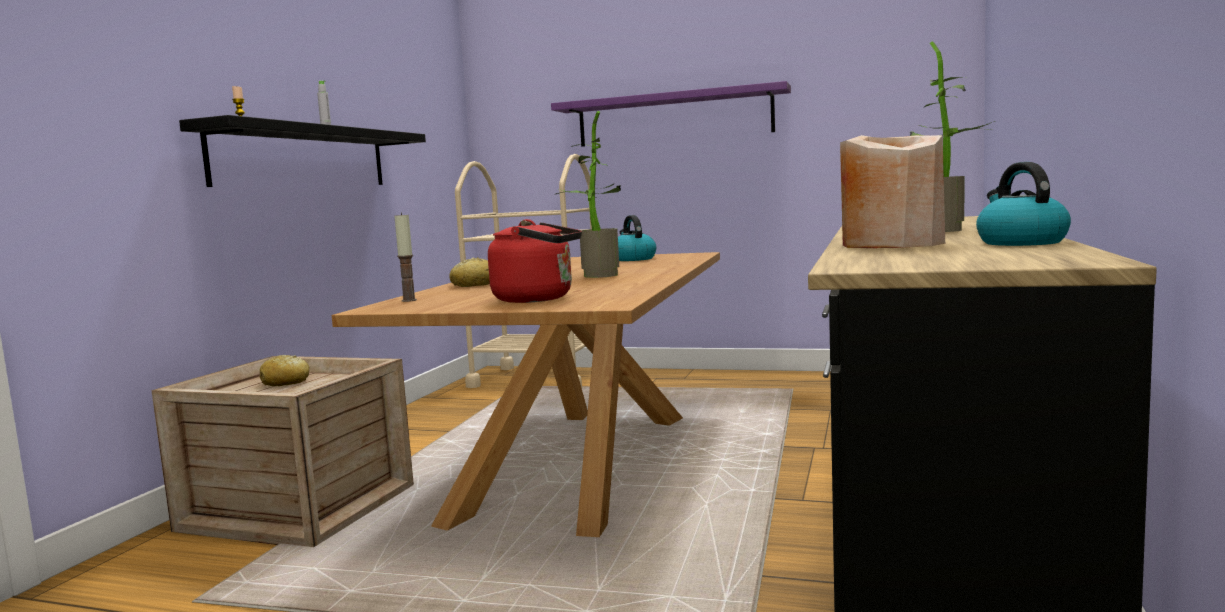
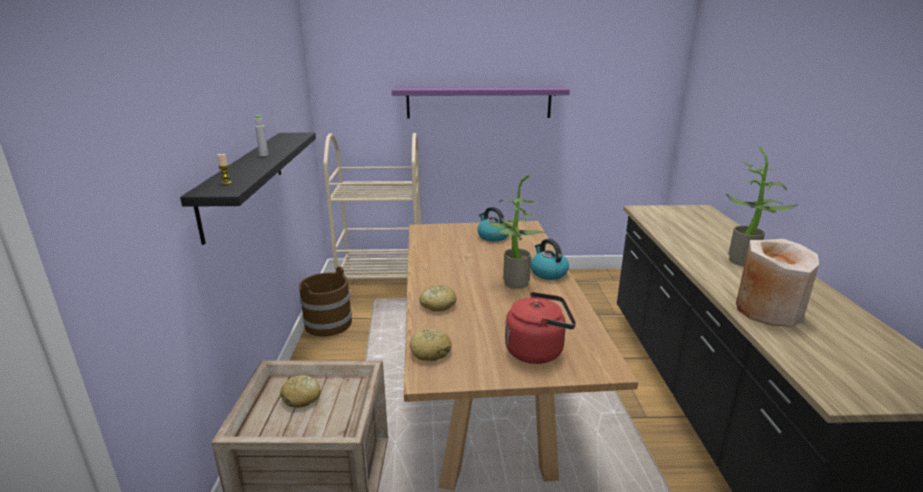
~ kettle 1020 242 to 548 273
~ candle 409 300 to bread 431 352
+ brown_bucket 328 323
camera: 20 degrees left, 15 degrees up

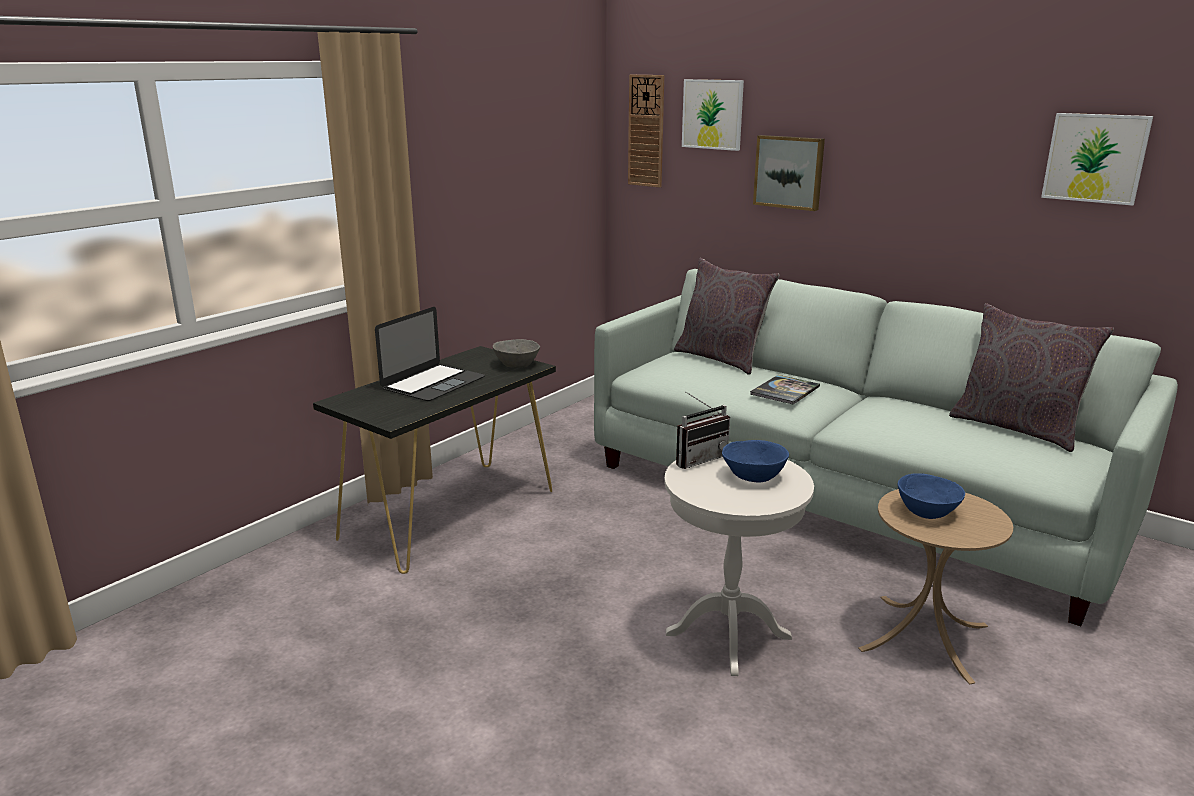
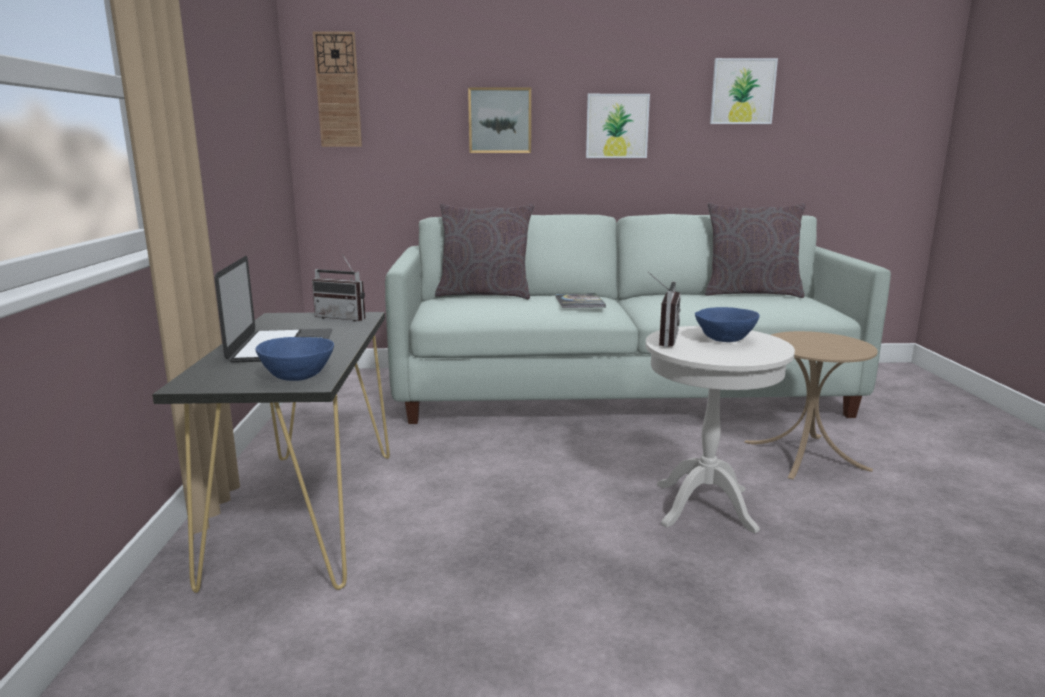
~ picture 712 114 to 617 126
~ grey_bowl 517 365 to radio 344 317
~ blue_bowl 927 512 to 298 376
camera: 40 degrees left, 5 degrees down

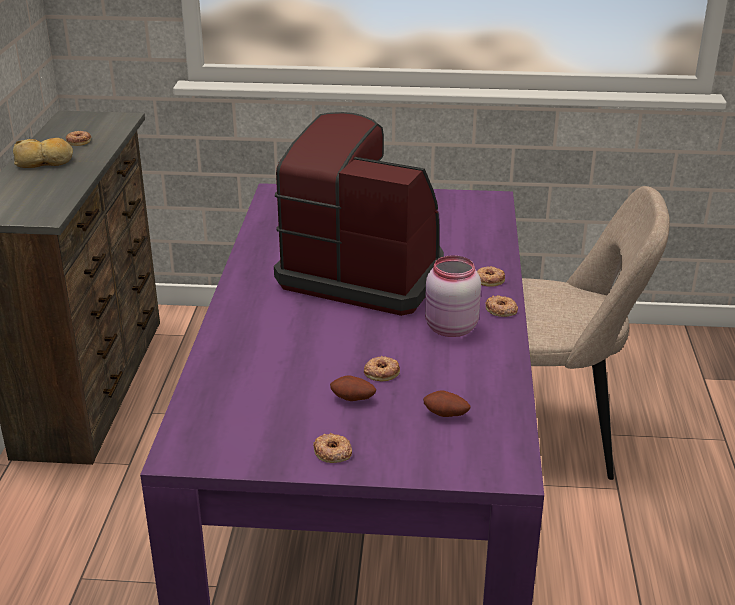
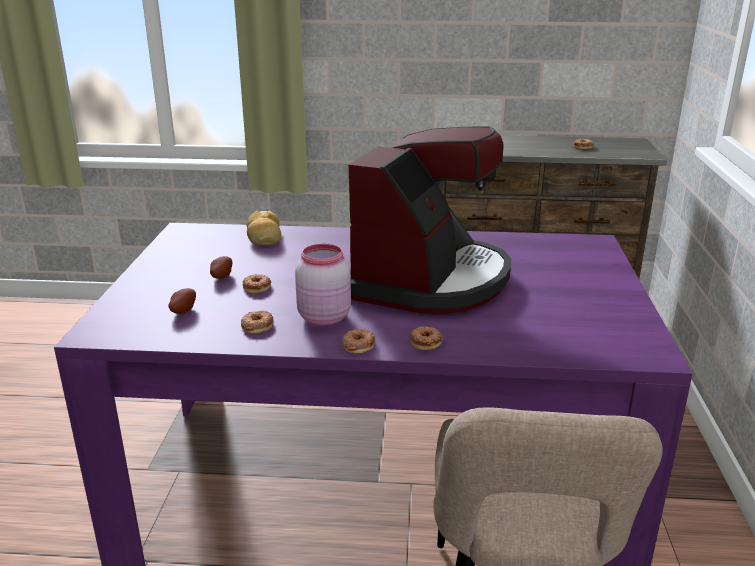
~ bread 44 162 to 264 237
~ donut 332 452 to 257 325
camera: 90 degrees right, 5 degrees down

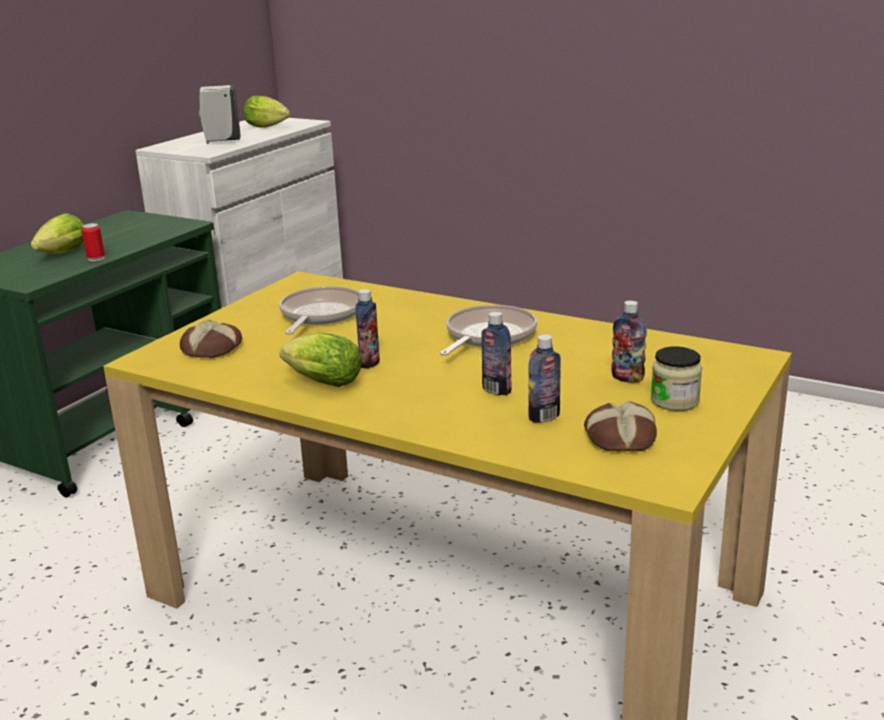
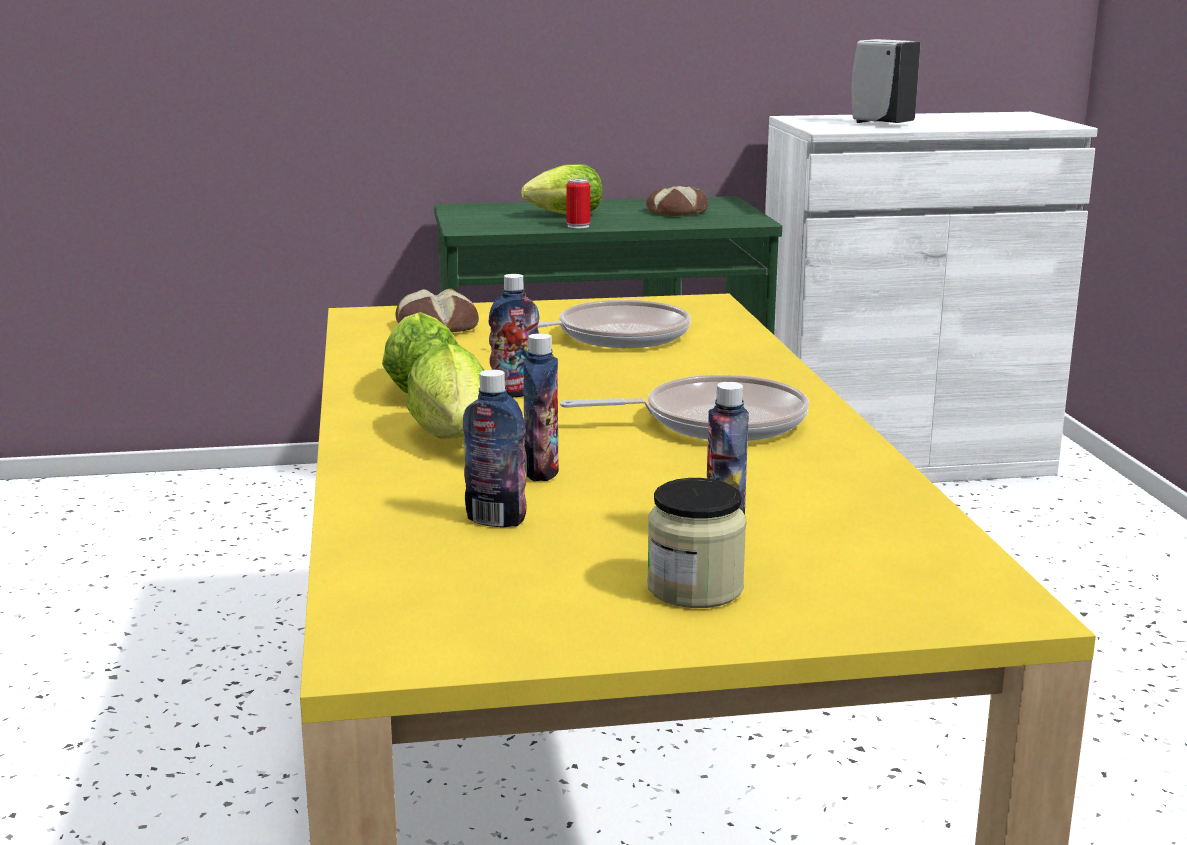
~ lettuce 269 127 to 454 439
~ bread 619 437 to 676 211
camera: 50 degrees right, 5 degrees down

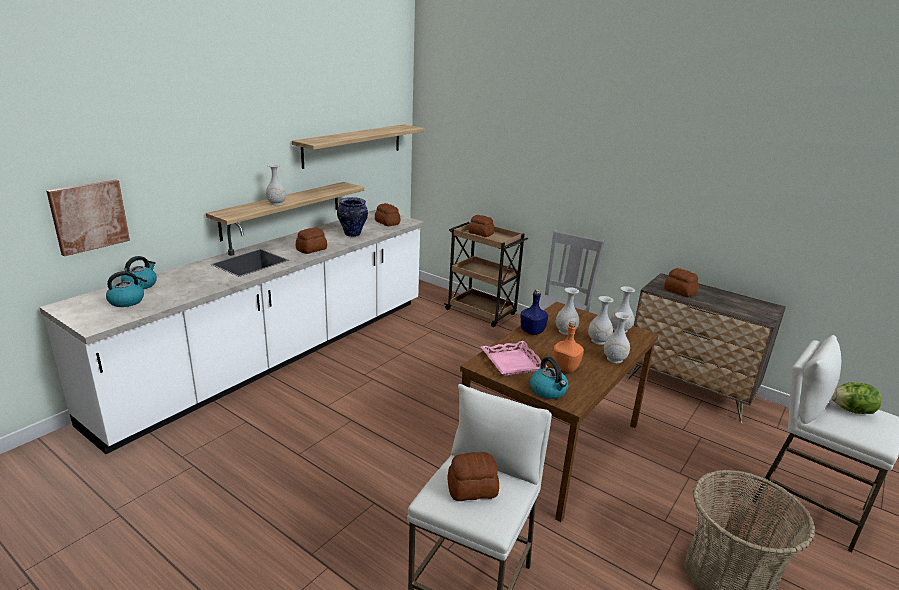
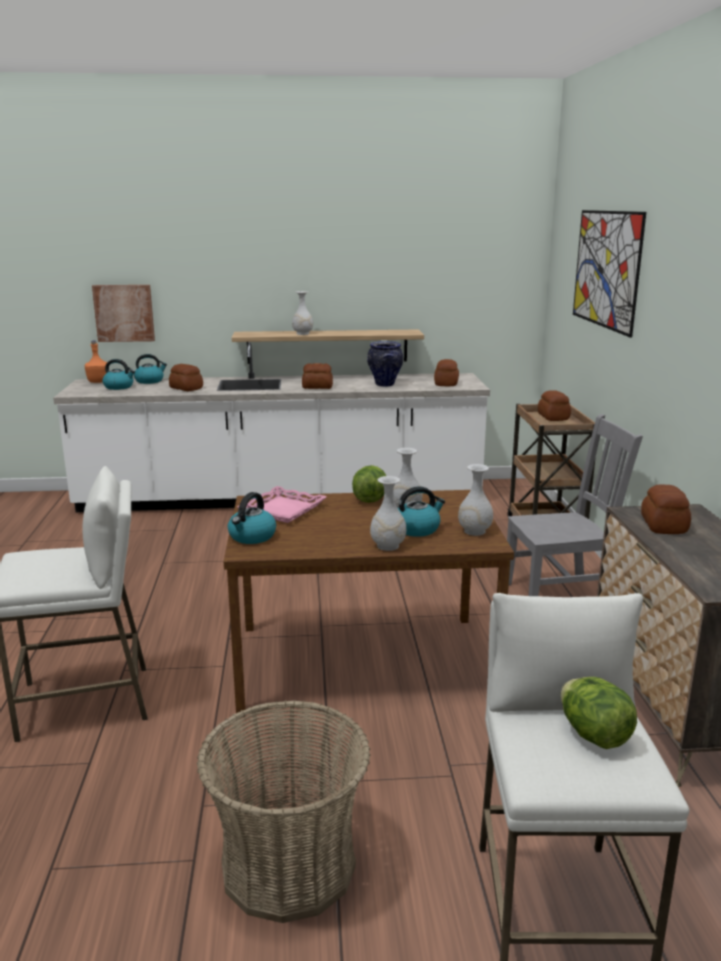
- shelf 353 145
~ blue_bottle 532 331 to lettuce 370 499
~ white_vase 598 341 to kettle 417 529
~ orange_bottle 565 367 to 98 381
~ bread 473 489 to 186 388
+ picture 606 269
camera: 50 degrees right, 5 degrees down

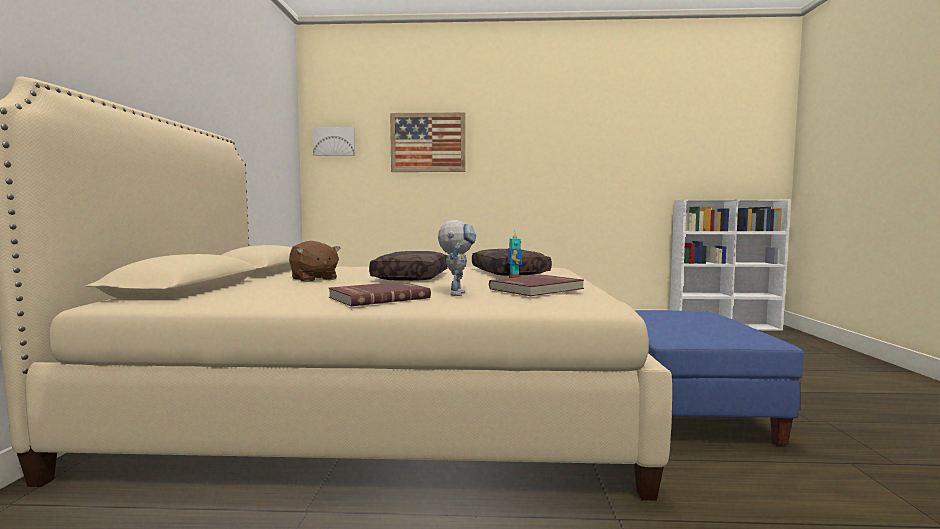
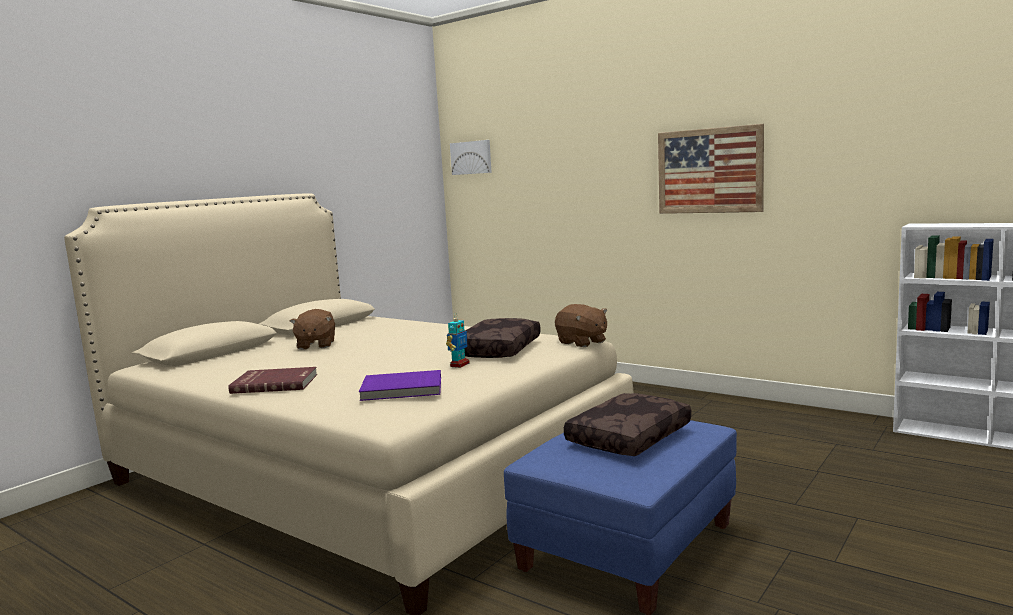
~ picture 428 142 to 709 171
- toy_robot 457 293
~ brown_pillow 410 277 to 628 437
~ red_book 537 289 to purple_book 402 389
+ brown_plush_toy 582 342
camera: 35 degrees right, 5 degrees up

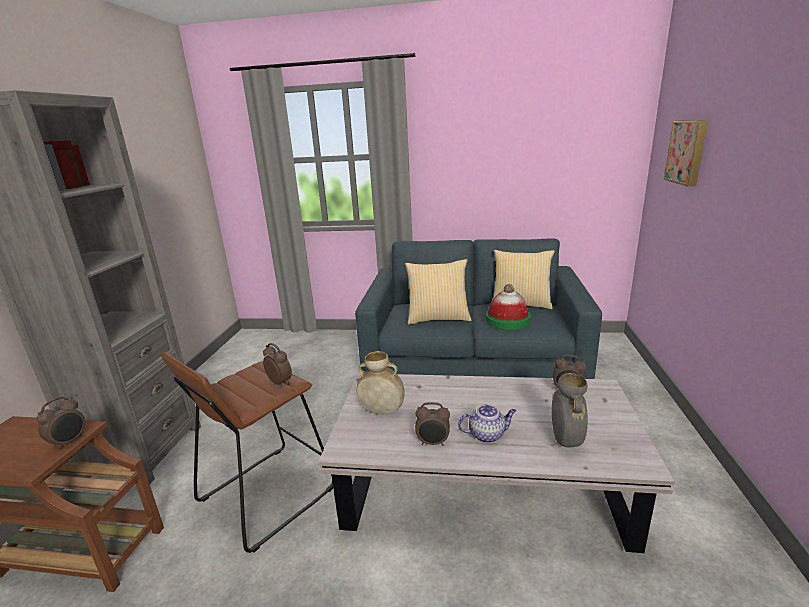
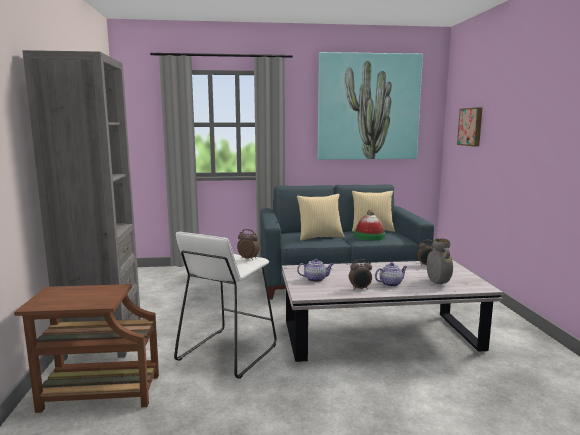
~ beige_vase 382 411 to teapot 315 279
~ brown_stool 266 494 to white_stool 227 352
- alarm_clock 70 442
+ picture 368 107
camera: 15 degrees left, 10 degrees down

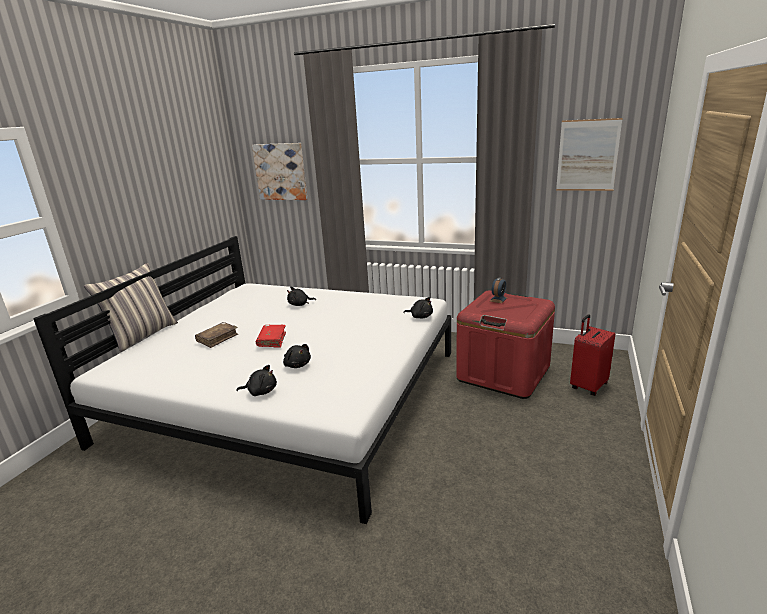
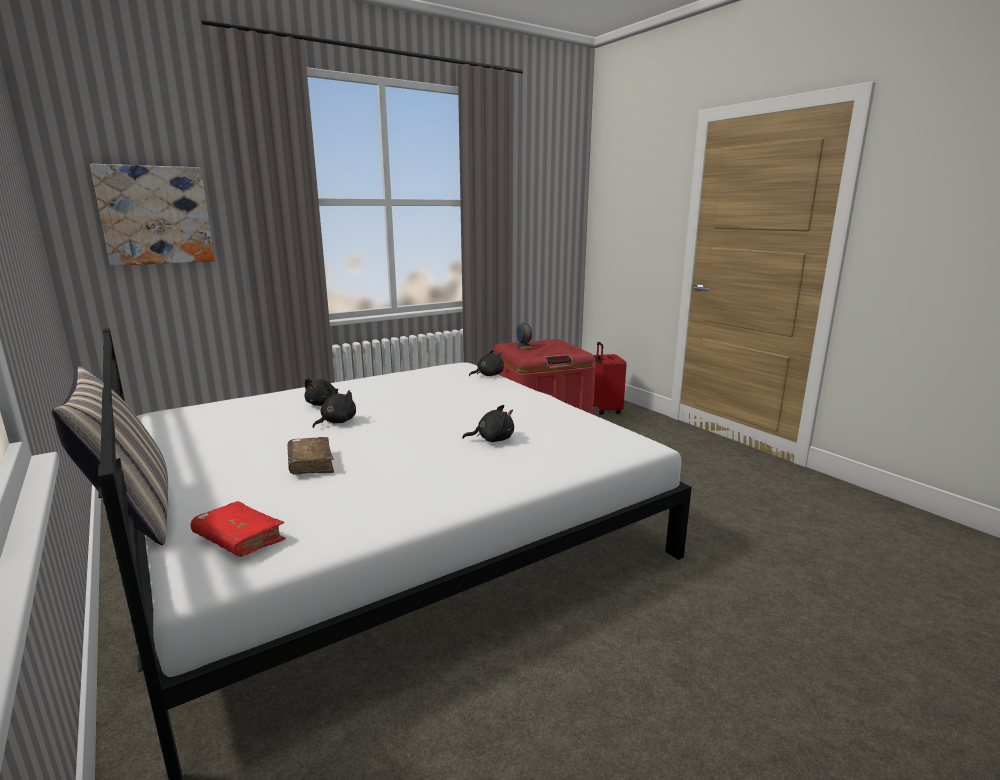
- picture 587 155
~ red_book 272 340 to 239 539
~ black_plush_toy 261 391 to 336 422
camera: 55 degrees left, 5 degrees down

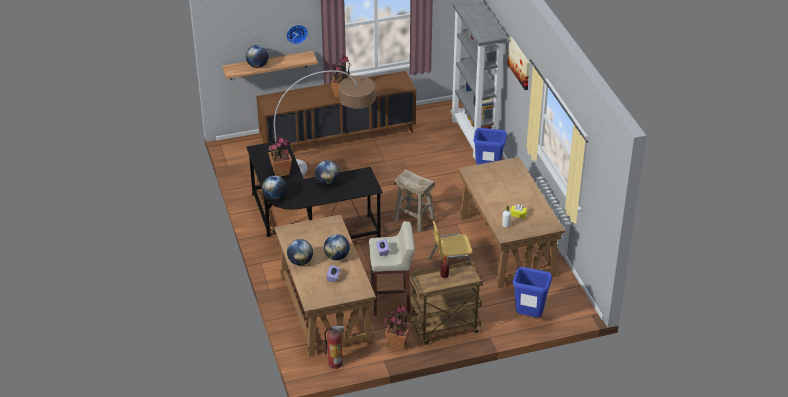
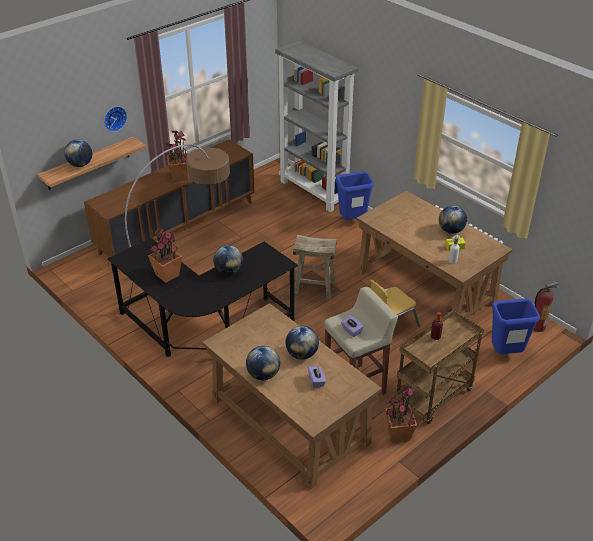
- picture 519 63
~ globe 275 197 to 451 231
~ fire_extinguisher 335 363 to 537 326
camera: 25 degrees left, 0 degrees up

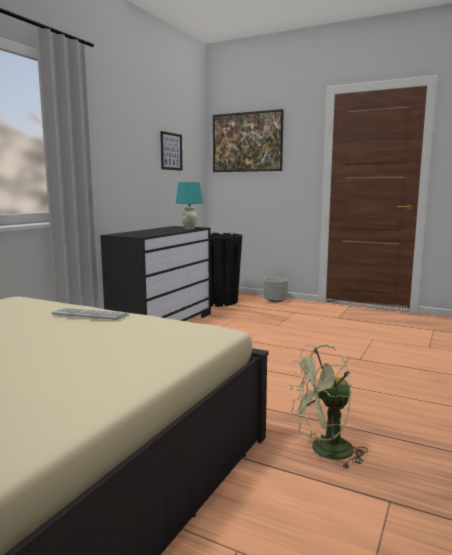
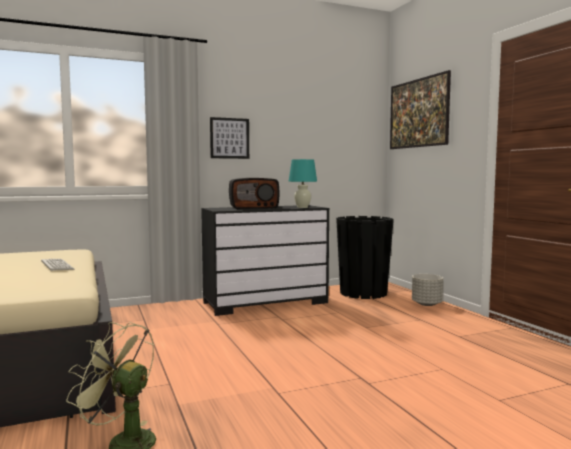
~ picture 171 151 to 229 138
+ radio 254 207
camera: 40 degrees right, 5 degrees down

